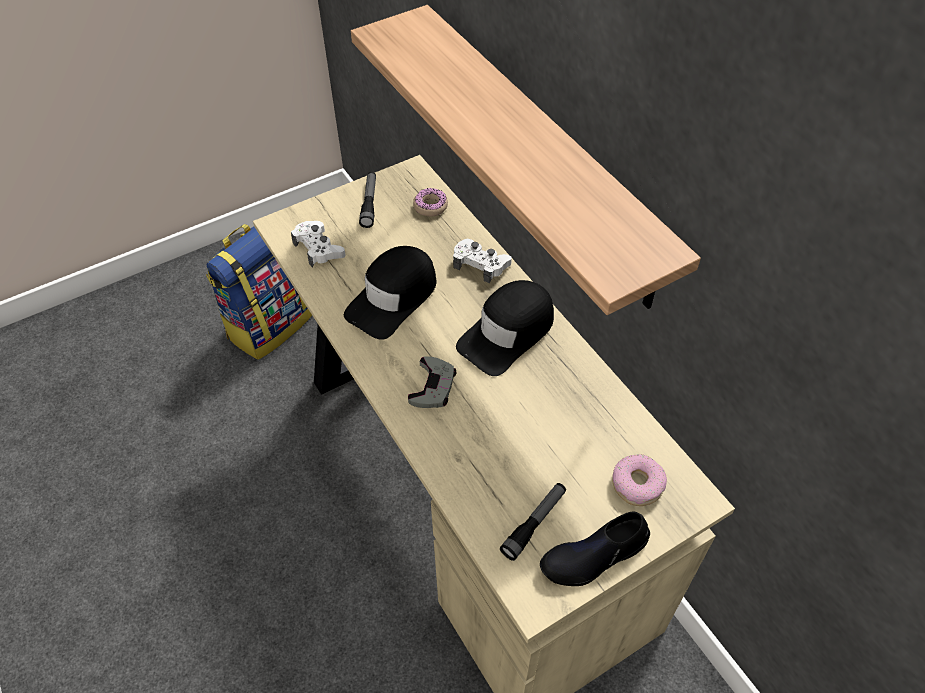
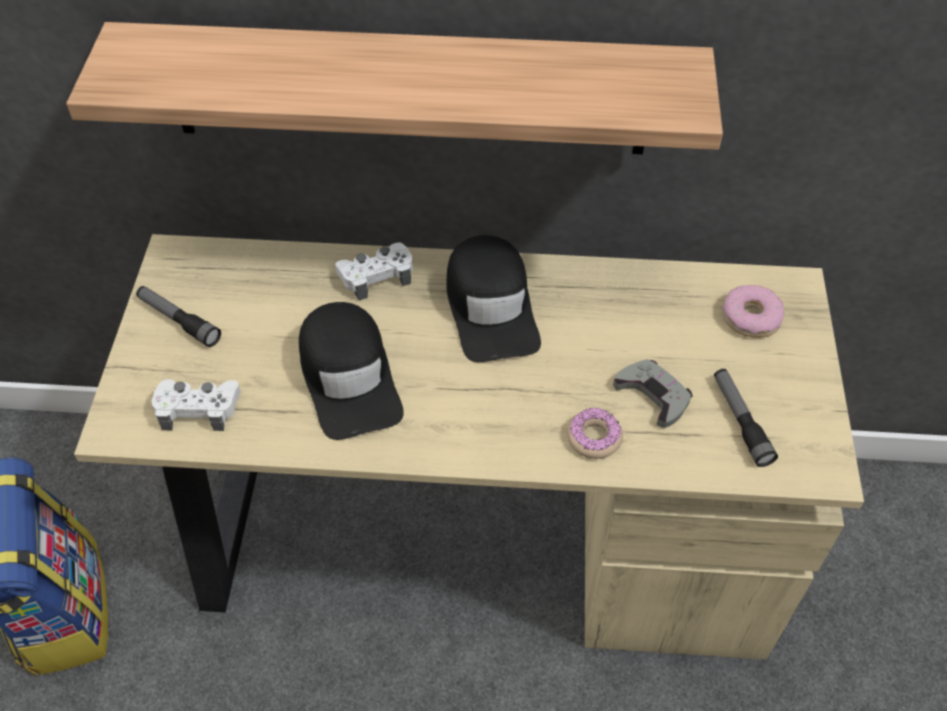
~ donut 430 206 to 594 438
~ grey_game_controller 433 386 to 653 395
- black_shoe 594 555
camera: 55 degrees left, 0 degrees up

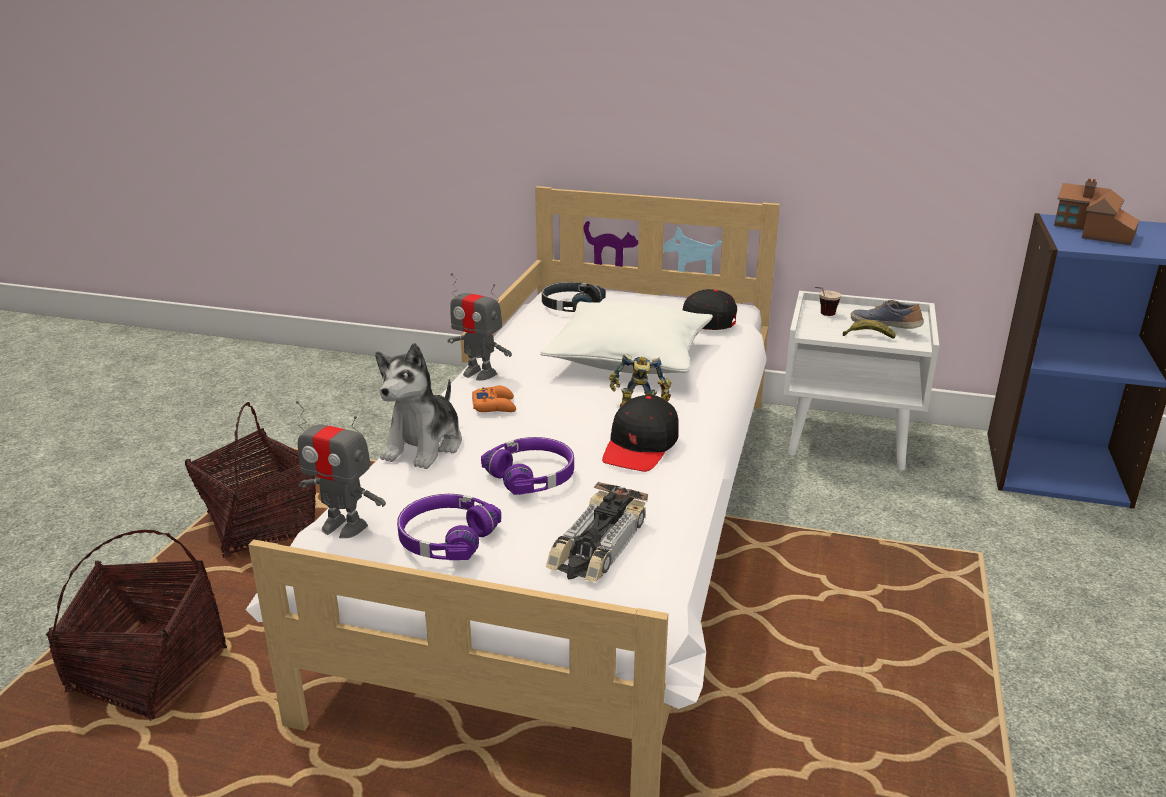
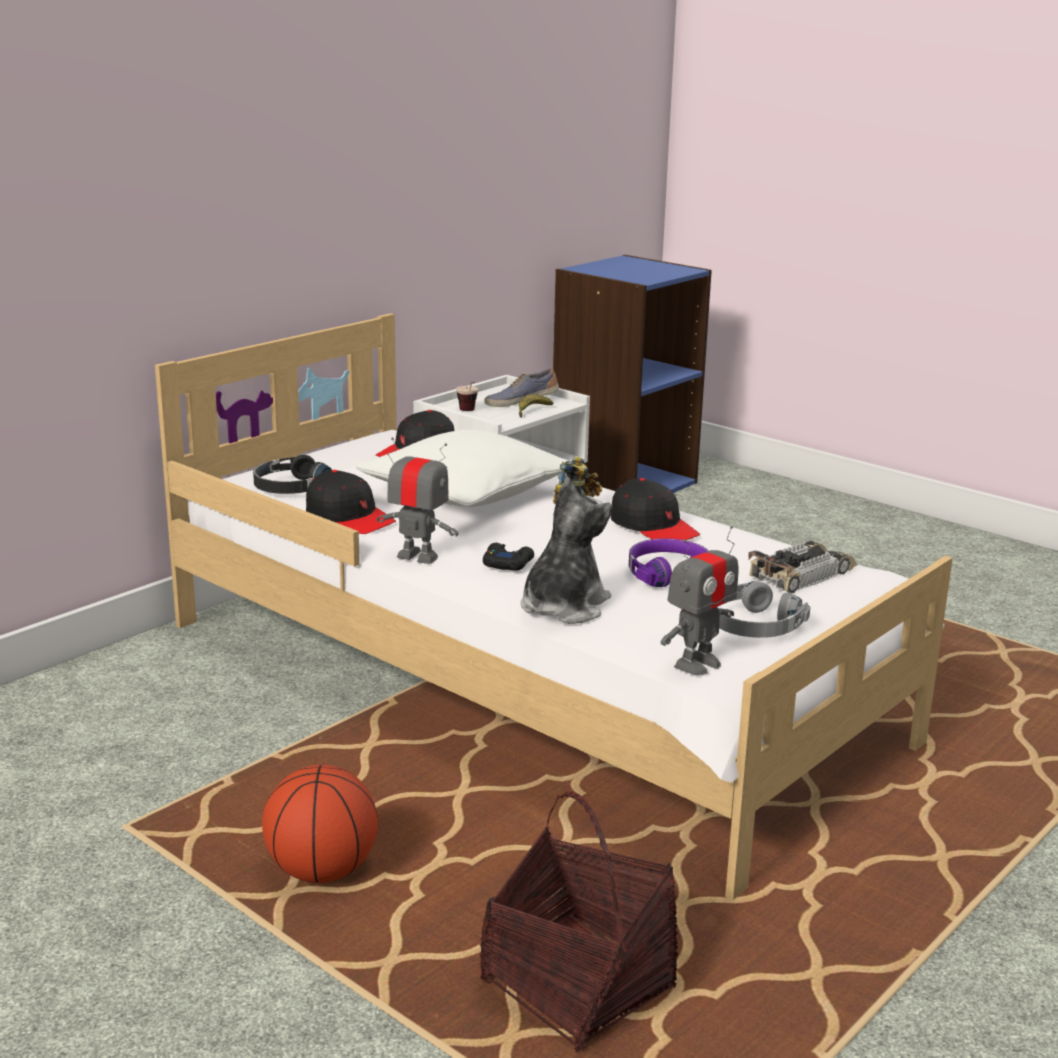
- toy_house 1093 232
~ toy_robot 479 373 = 418 557 120 degrees counterclockwise
~ plush_toy 424 446 = 563 607 105 degrees counterclockwise
~ orange_game_controller 494 406 to black_game_controller 507 563
~ basket 261 526 to basketball 322 871
~ toy_car 597 545 = 803 574 90 degrees counterclockwise
~ purple_headphones 445 538 to grey_headphones 752 625
+ black_cap 350 517
camera: 65 degrees left, 5 degrees down

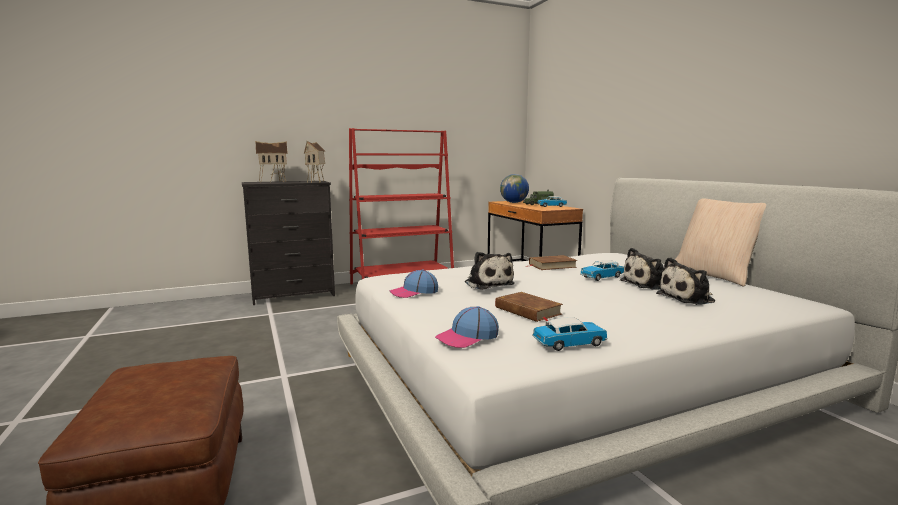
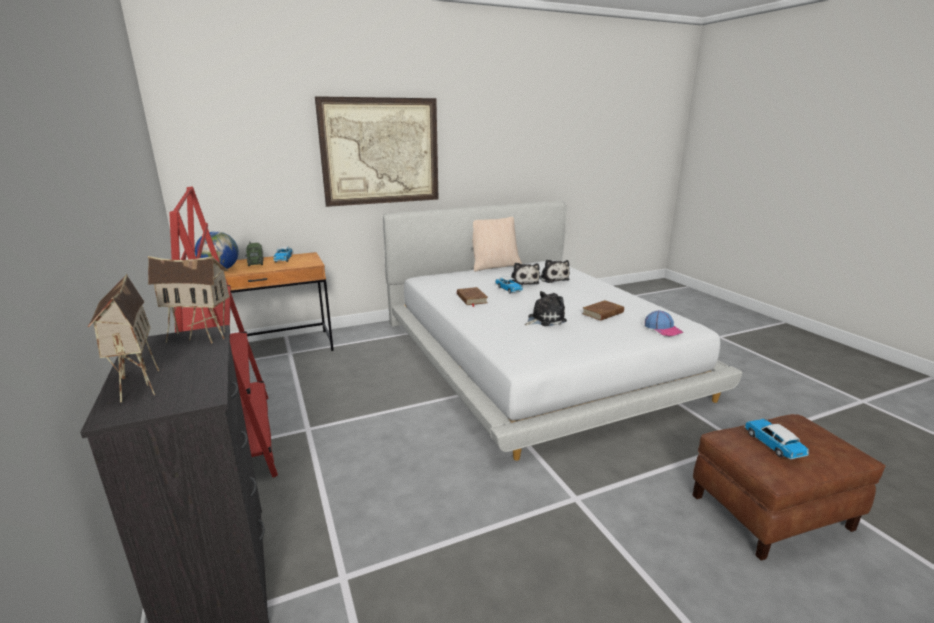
- cap 414 292
~ toy_car 570 344 to 773 445
+ picture 381 151
camera: 90 degrees left, 10 degrees up

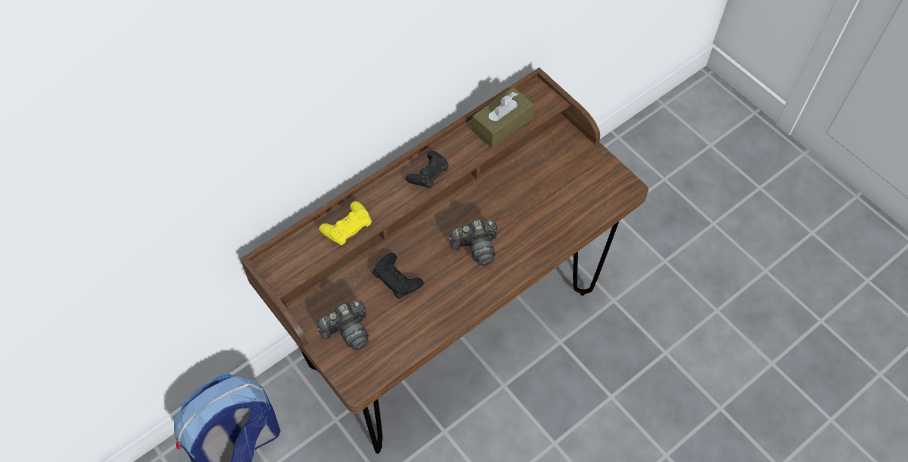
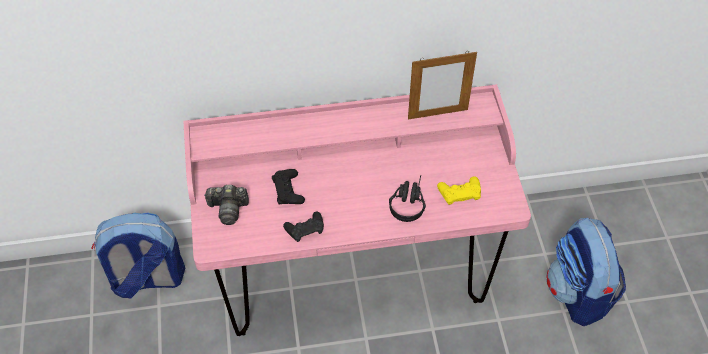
~ brown_desk 452 329 to pink_desk 353 276
~ brown_tissue_box 502 125 to picture_frame 437 114
~ black_game_controller 428 173 to 305 229
~ yellow_game_controller 347 226 to 459 192
- photo_camera 476 247
+ black_headphones 408 201
+ backpack 578 293
camera: 30 degrees right, 5 degrees down

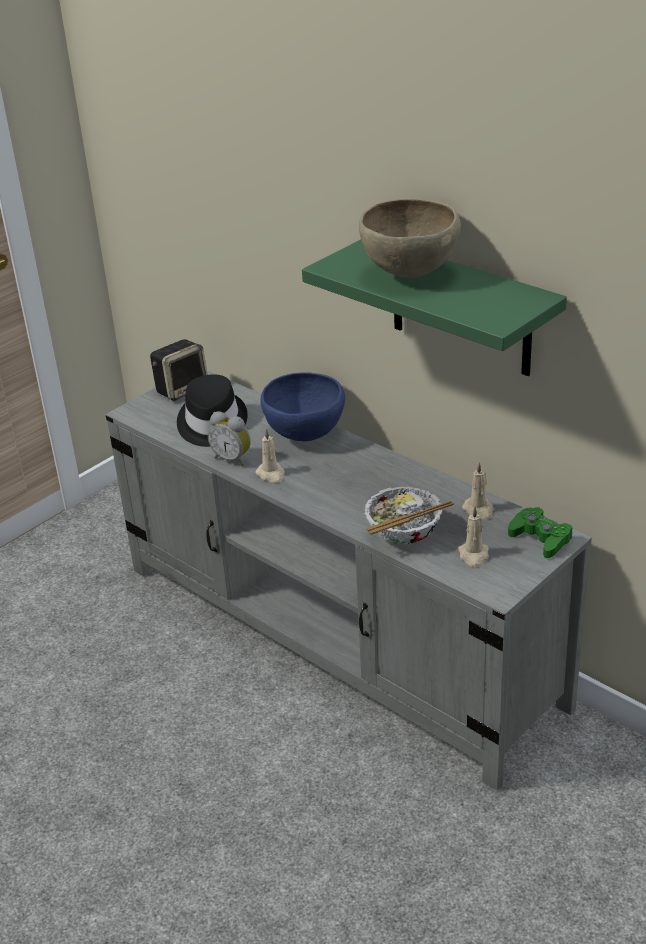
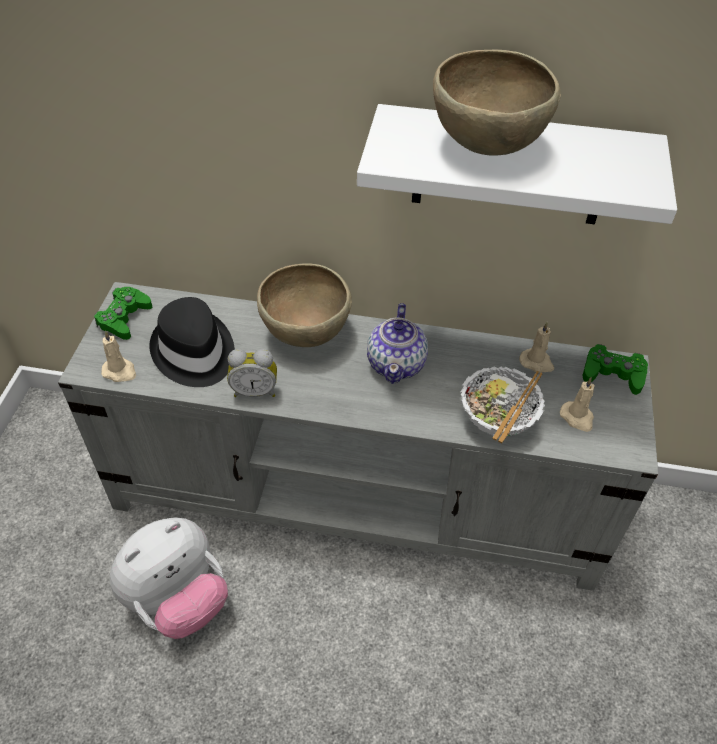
~ green_shelf 461 308 to white_shelf 510 167
~ speaker 182 389 to green_game_controller 124 318
~ blue_bowl 304 436 to brown_bowl 305 334
~ beige_candle 271 474 to 120 372
+ teapot 397 364
+ plush_toy 178 600
camera: 35 degrees left, 15 degrees up

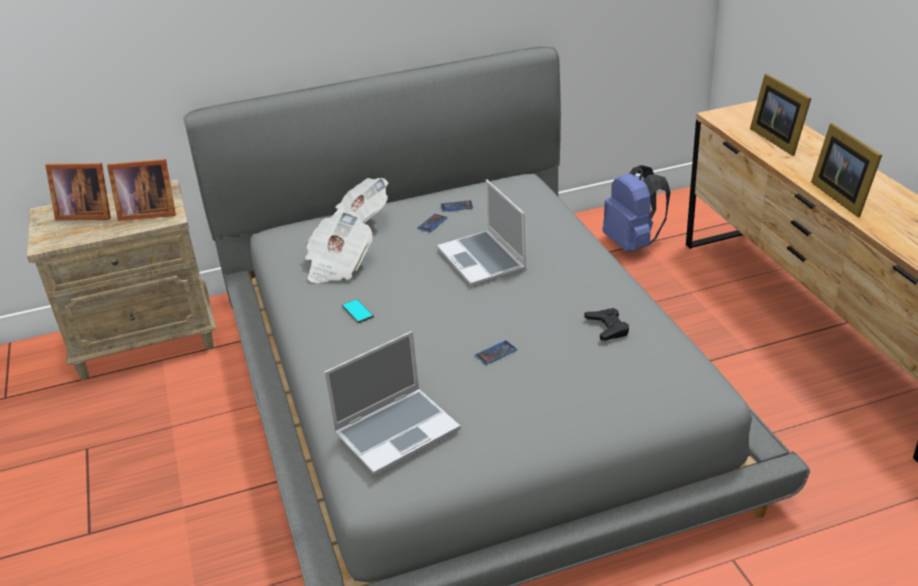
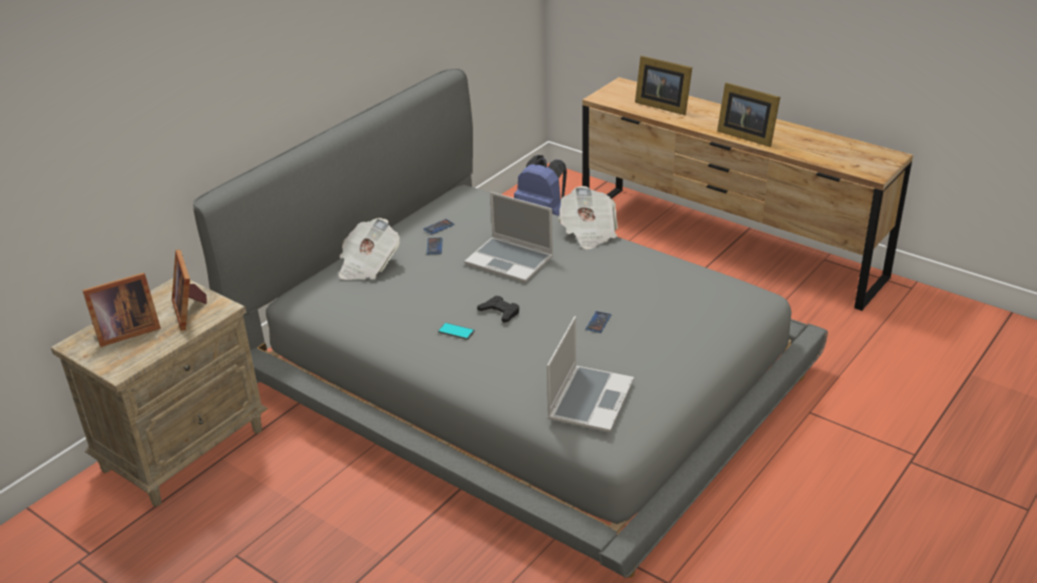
~ picture_frame 147 212 = 191 310 105 degrees clockwise
~ newspaper 338 265 to 588 232
~ black_game_controller 607 328 to 500 312
camera: 35 degrees left, 0 degrees up

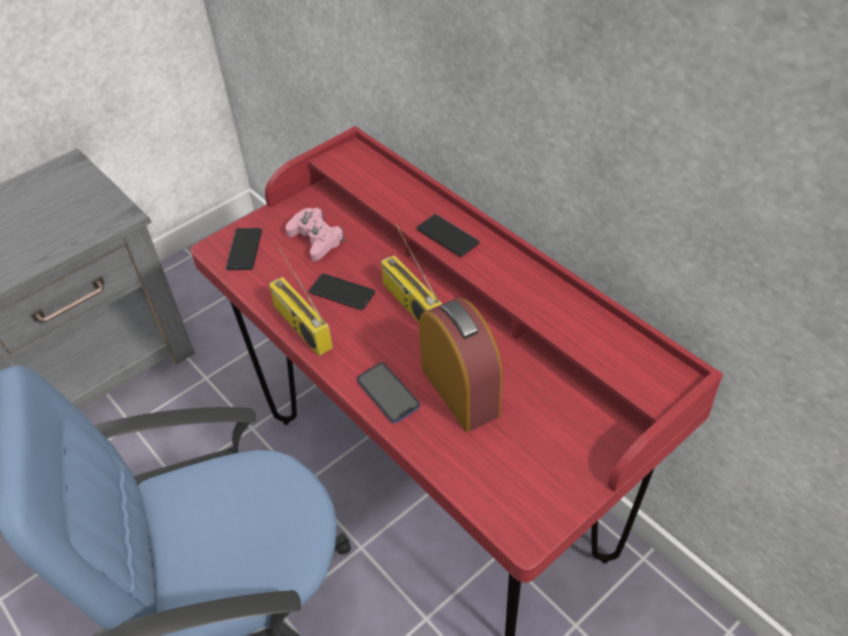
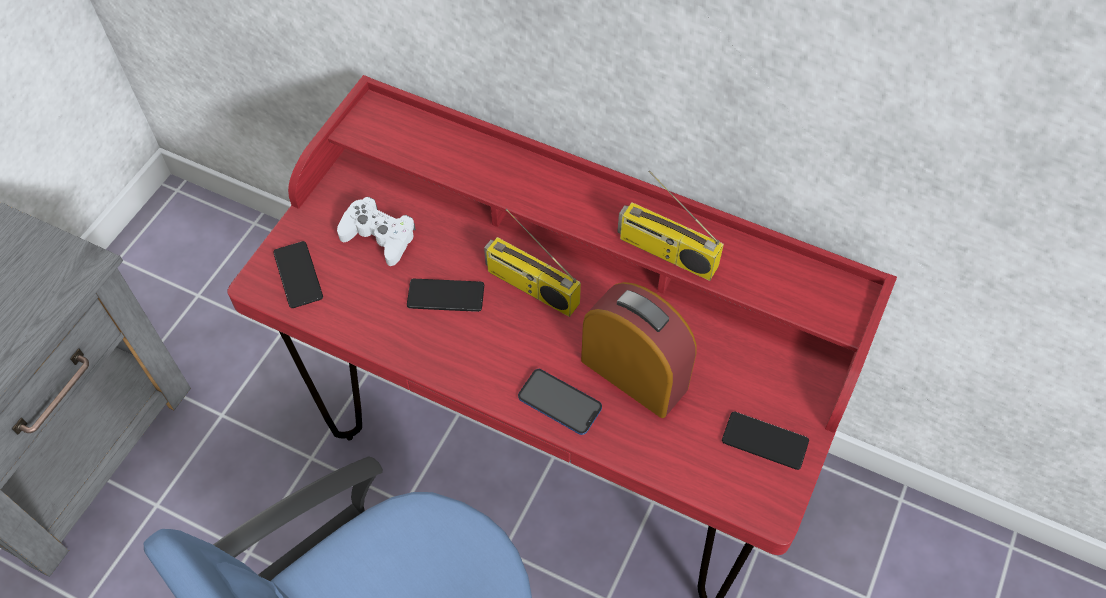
~ pink_game_controller 316 239 to white_game_controller 379 236
~ phone 447 236 to 765 441
~ radio 300 326 to 665 253
camera: 25 degrees left, 10 degrees up

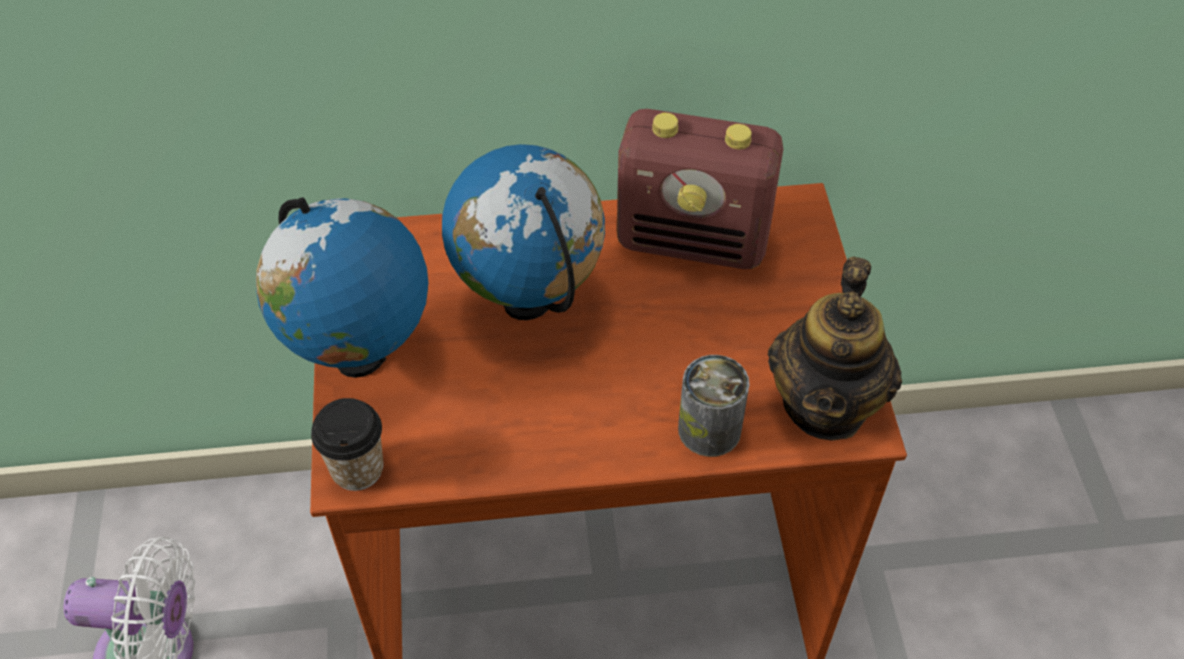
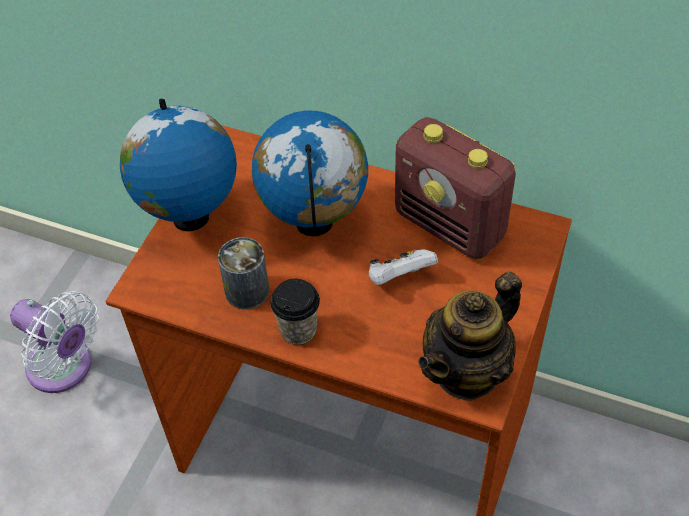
~ can 709 429 to 247 291
~ cup 357 469 to 298 329
+ white_game_controller 399 278
camera: 30 degrees right, 0 degrees up

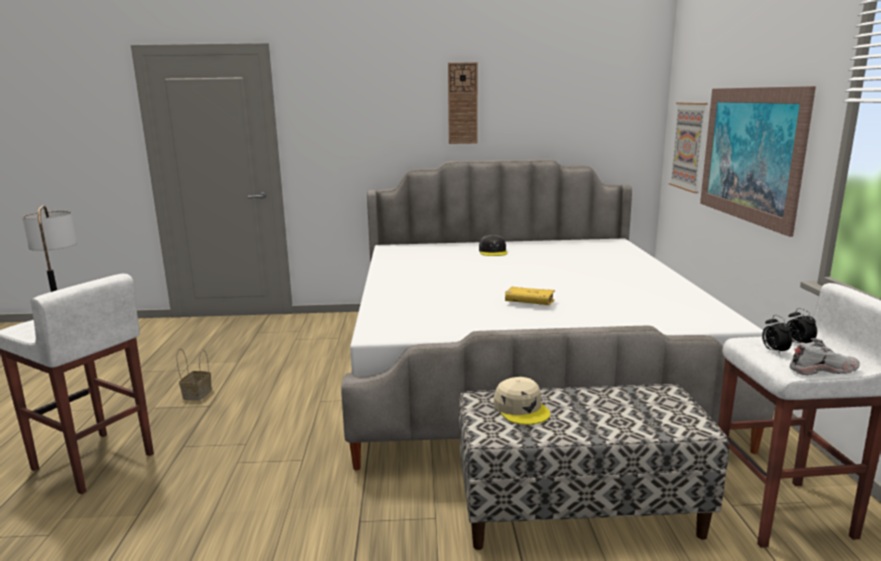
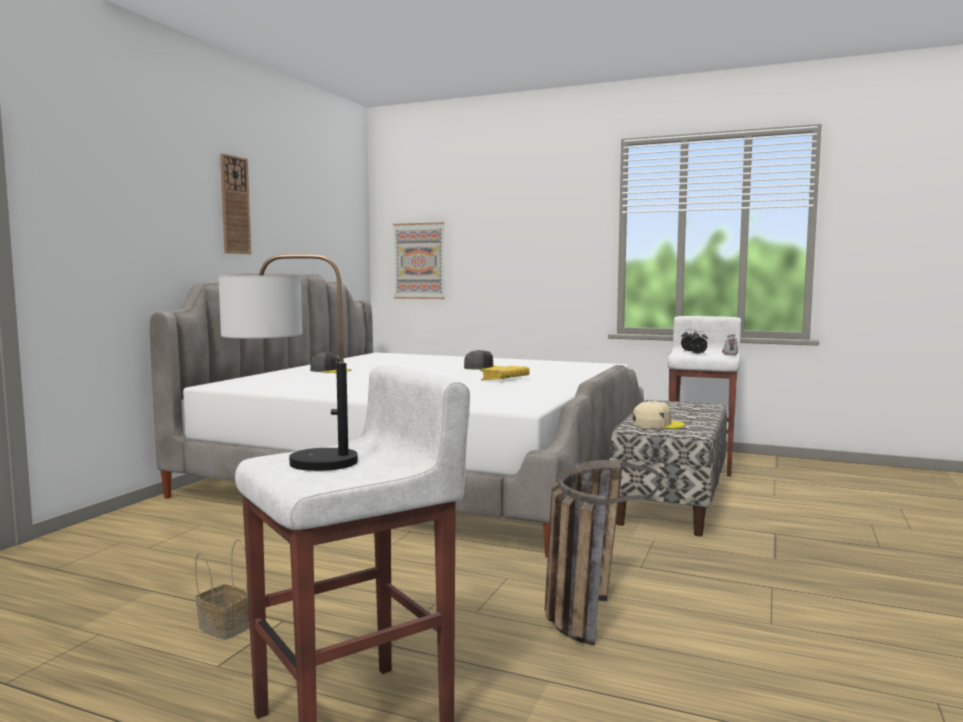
- picture 749 154
+ grey_cap 483 368
+ basket 588 610
camera: 65 degrees left, 10 degrees down

